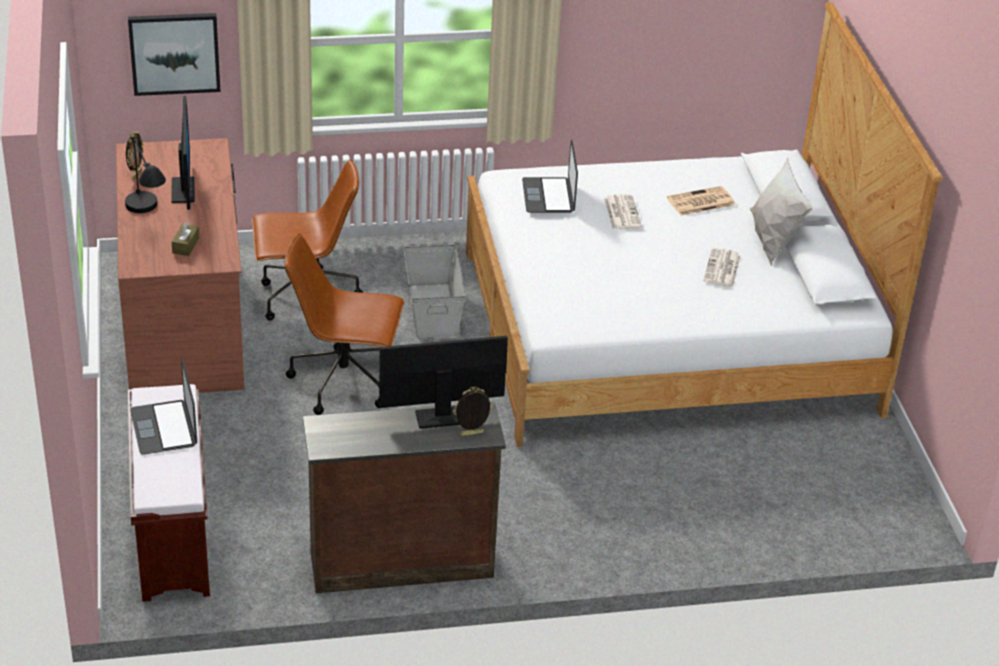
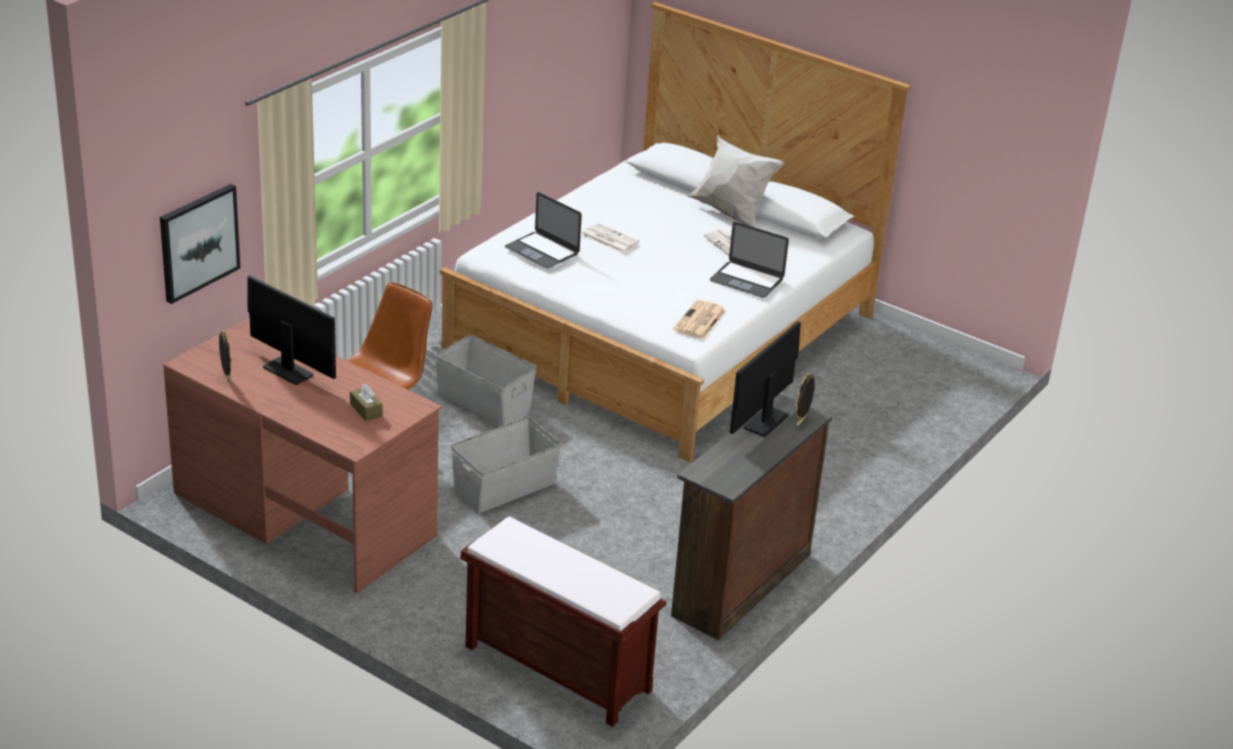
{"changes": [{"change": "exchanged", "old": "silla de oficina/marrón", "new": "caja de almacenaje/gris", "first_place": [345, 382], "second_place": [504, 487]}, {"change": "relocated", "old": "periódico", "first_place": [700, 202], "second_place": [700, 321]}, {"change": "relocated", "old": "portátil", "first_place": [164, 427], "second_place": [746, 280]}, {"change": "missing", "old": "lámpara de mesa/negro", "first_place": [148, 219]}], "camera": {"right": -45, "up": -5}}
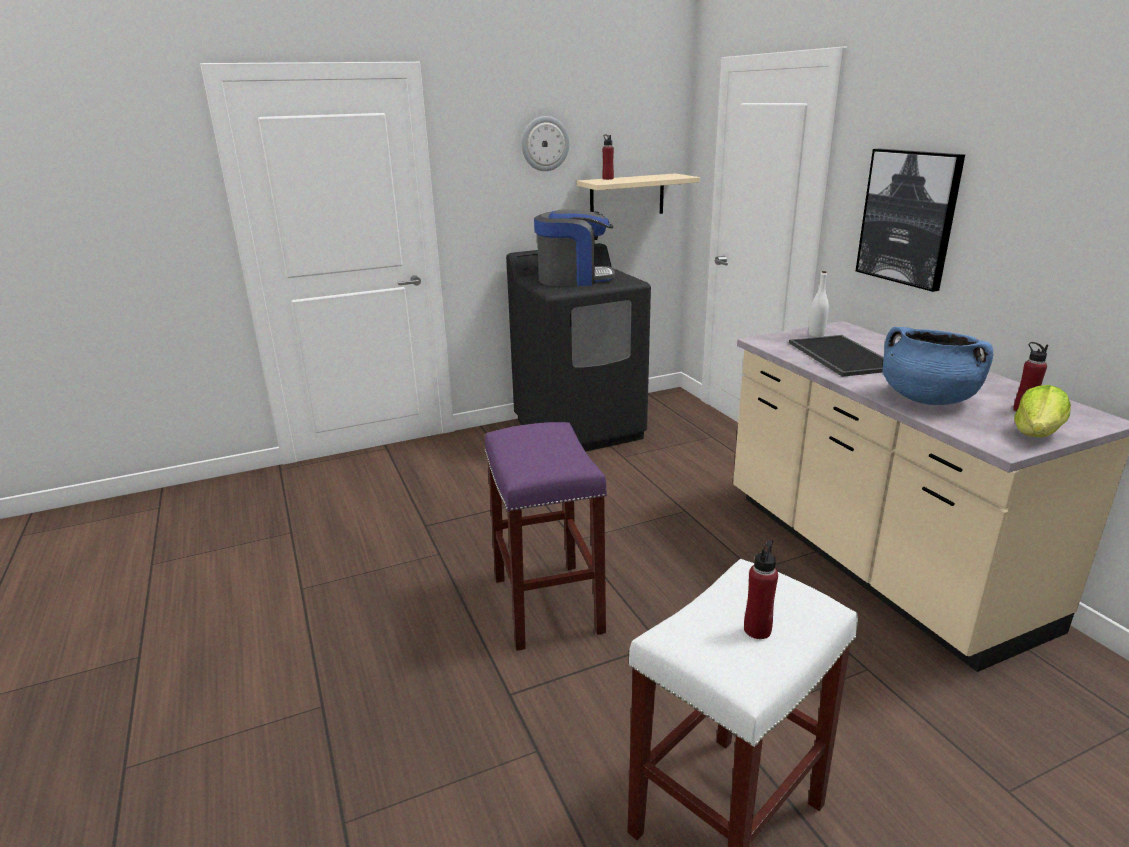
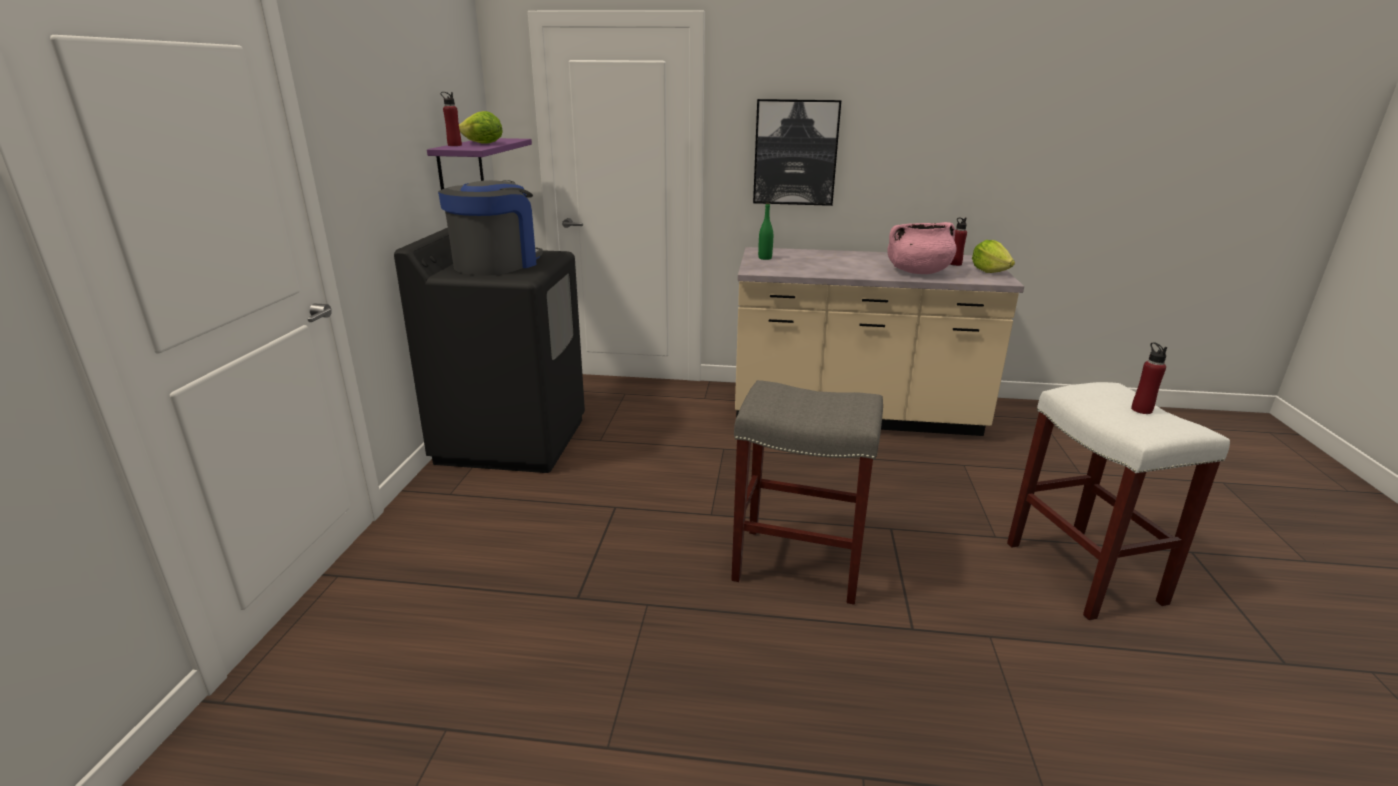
{"changes": [{"change": "colour", "old": "estante/beis", "new": "estante/morado", "first_place": [627, 196], "second_place": [460, 166]}, {"change": "appeared", "new": "lechuga", "second_place": [483, 144]}, {"change": "colour", "old": "taburete/morado", "new": "taburete/gris", "first_place": [548, 605], "second_place": [800, 564]}, {"change": "colour", "old": "botella/blanco", "new": "botella/verde", "first_place": [816, 334], "second_place": [765, 258]}, {"change": "colour", "old": "olla/azul", "new": "olla/rosa", "first_place": [927, 399], "second_place": [918, 272]}, {"change": "missing", "old": "reloj de pared", "first_place": [544, 143]}, {"change": "missing", "old": "bandeja", "first_place": [839, 355]}], "camera": {"right": -60, "up": 0}}
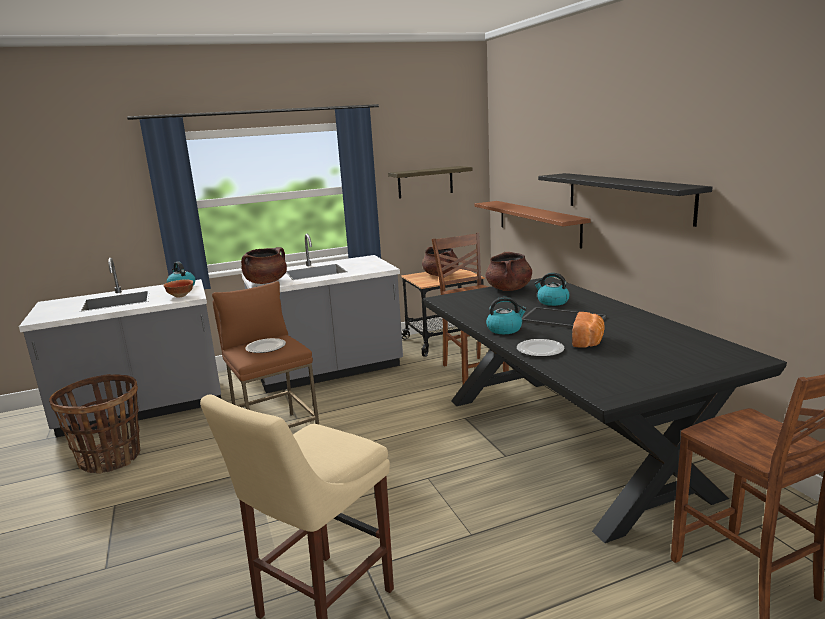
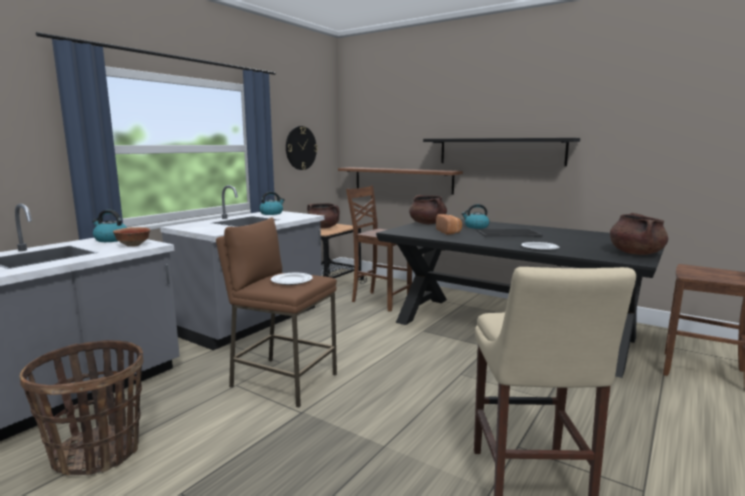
{"changes": [{"change": "relocated", "old": "hervidor", "first_place": [505, 329], "second_place": [271, 213]}, {"change": "exchanged", "old": "estante", "new": "reloj de pared", "first_place": [425, 182], "second_place": [300, 148]}, {"change": "relocated", "old": "pan", "first_place": [589, 341], "second_place": [449, 232]}, {"change": "relocated", "old": "olla/marrón", "first_place": [266, 282], "second_place": [635, 253]}], "camera": {"right": -35, "up": -5}}
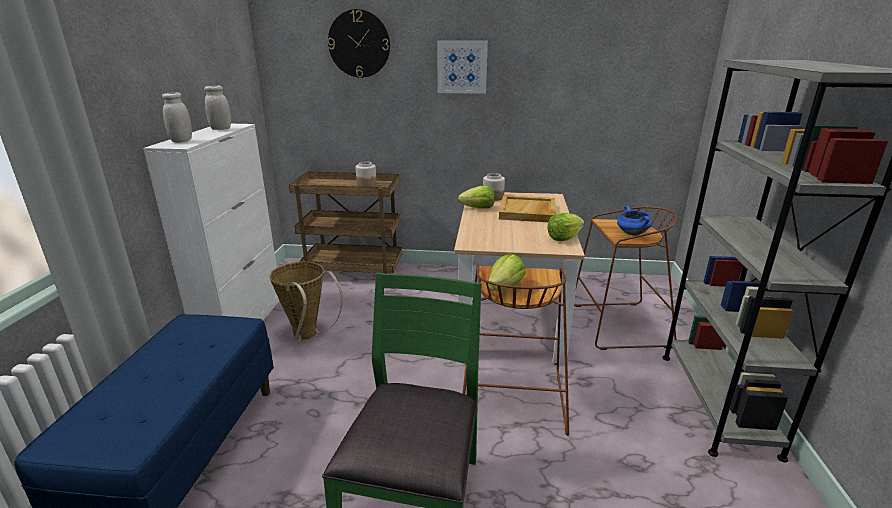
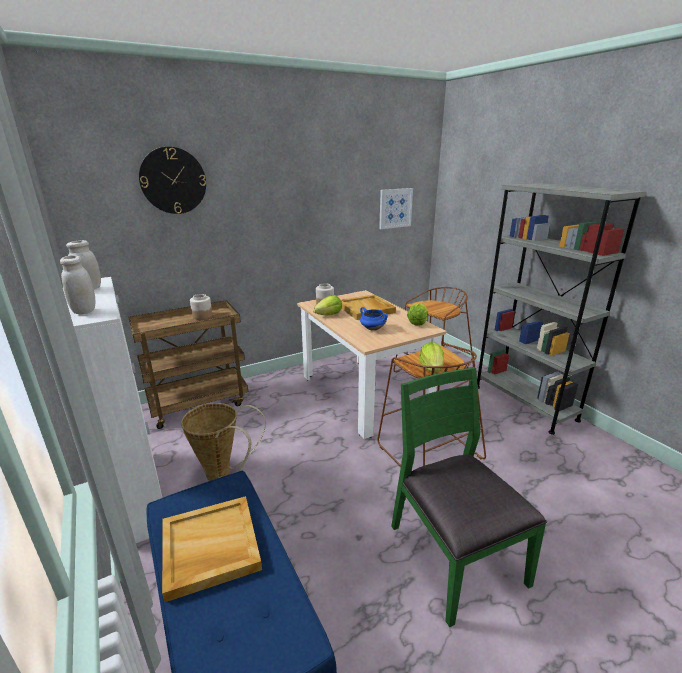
{"changes": [{"change": "appeared", "new": "bandeja/beis", "second_place": [209, 548]}, {"change": "relocated", "old": "olla/azul", "first_place": [631, 233], "second_place": [372, 329]}, {"change": "relocated", "old": "cuadro", "first_place": [462, 67], "second_place": [395, 208]}], "camera": {"right": -35, "up": 0}}
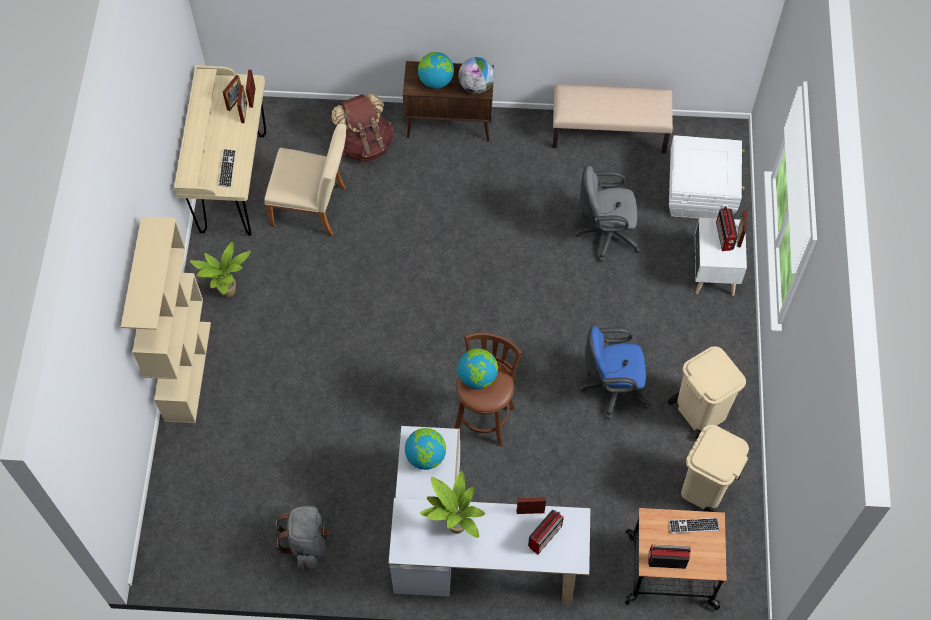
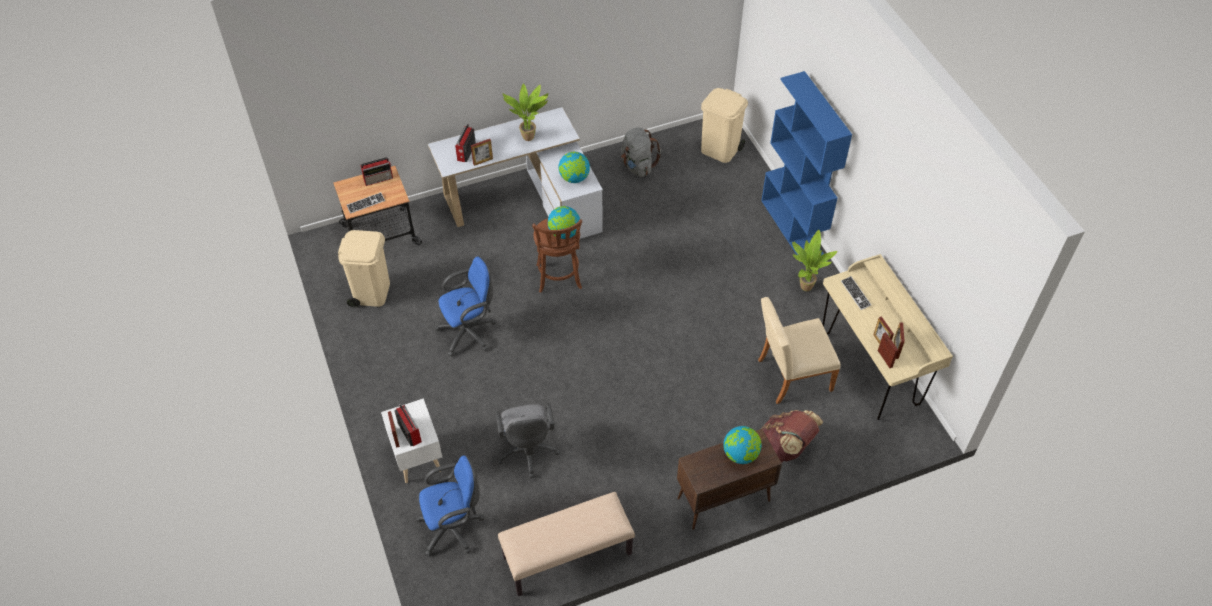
{"changes": [{"change": "exchanged", "old": "caja de almacenaje/blanco", "new": "silla de oficina/azul", "first_place": [700, 194], "second_place": [454, 527]}, {"change": "spun", "old": "silla de oficina/gris", "first_place": [605, 234], "second_place": [527, 453], "degrees": 105}, {"change": "relocated", "old": "papelera/beis", "first_place": [700, 410], "second_place": [720, 150]}, {"change": "colour", "old": "estantería/beis", "new": "estantería/azul", "first_place": [187, 370], "second_place": [792, 228]}, {"change": "missing", "old": "globo terráqueo", "first_place": [476, 86]}], "camera": {"right": 155, "up": -10}}
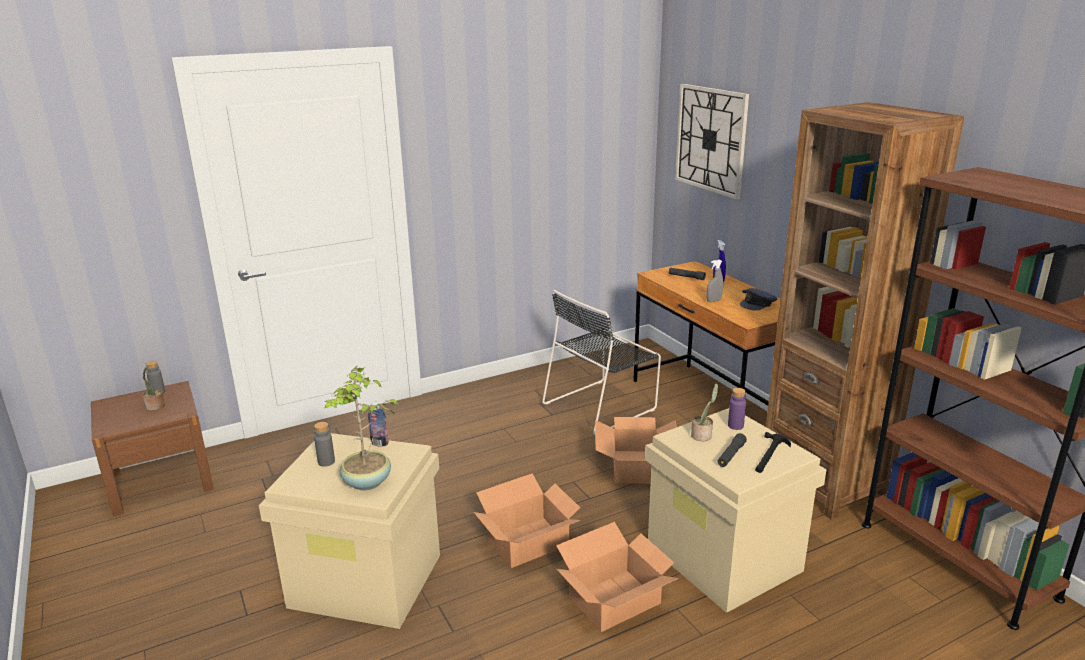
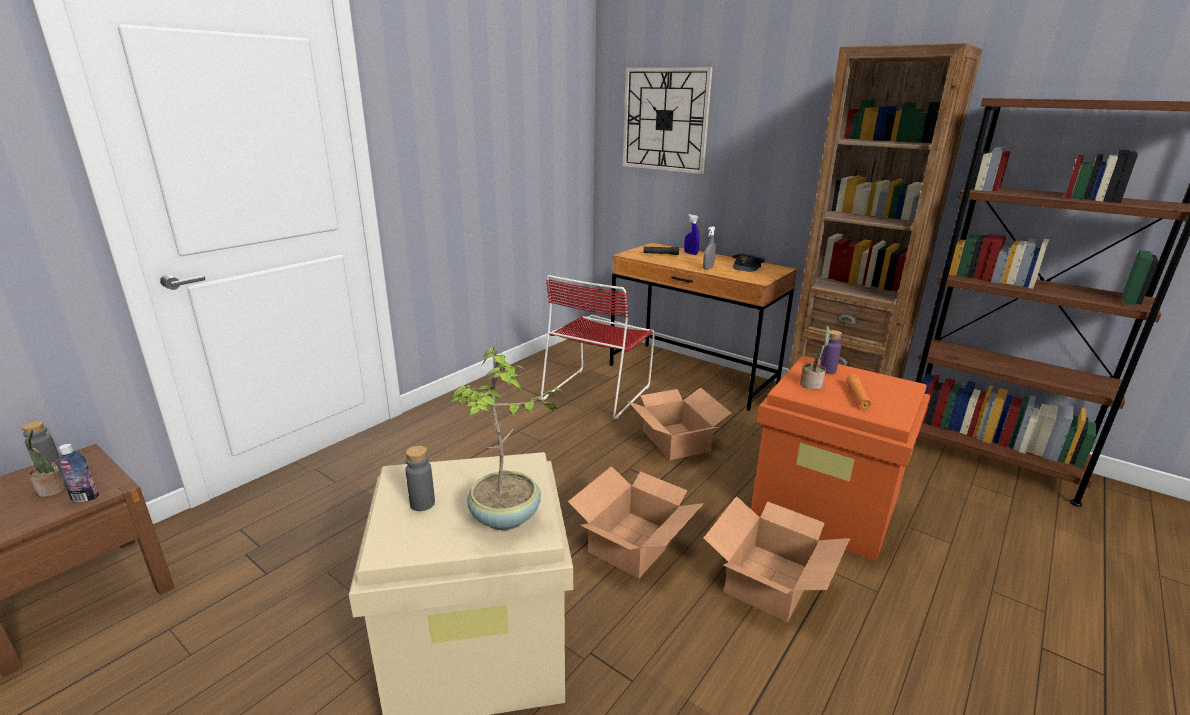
{"changes": [{"change": "relocated", "old": "botella", "first_place": [379, 443], "second_place": [85, 498]}, {"change": "colour", "old": "silla/negro", "new": "silla/rojo", "first_place": [602, 405], "second_place": [598, 391]}, {"change": "colour", "old": "caja de almacenaje/beis", "new": "caja de almacenaje/naranja", "first_place": [725, 558], "second_place": [826, 507]}, {"change": "colour", "old": "linterna/negro", "new": "linterna/naranja", "first_place": [731, 455], "second_place": [857, 397]}, {"change": "missing", "old": "martillo", "first_place": [769, 455]}], "camera": {"right": -25, "up": 0}}
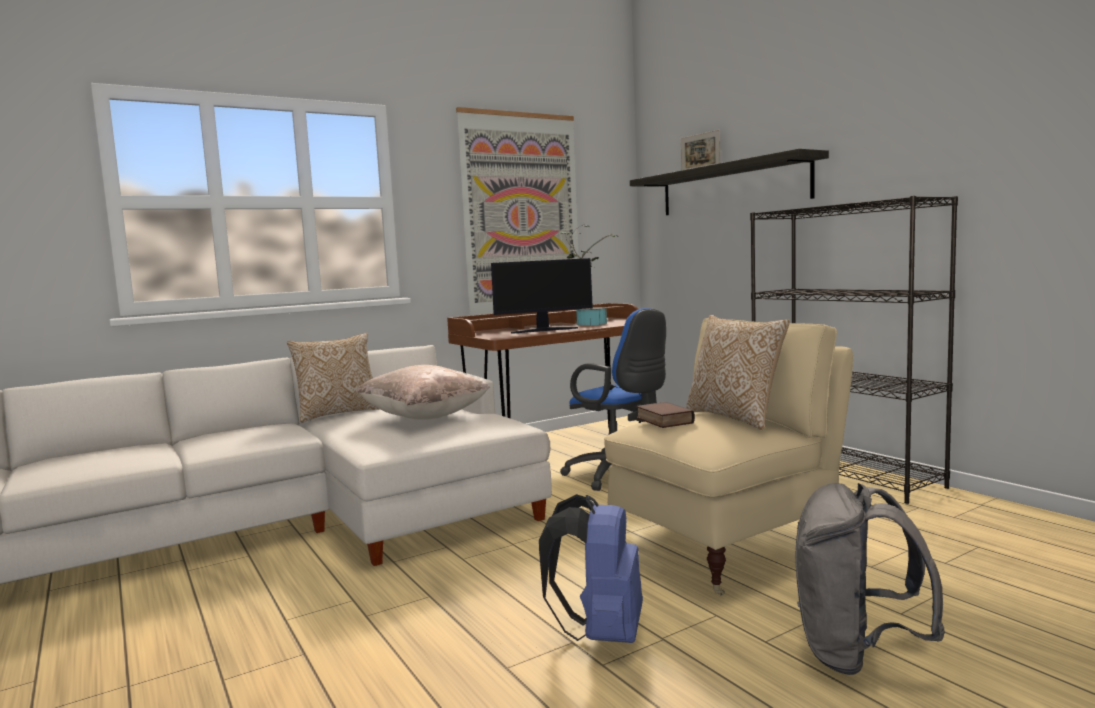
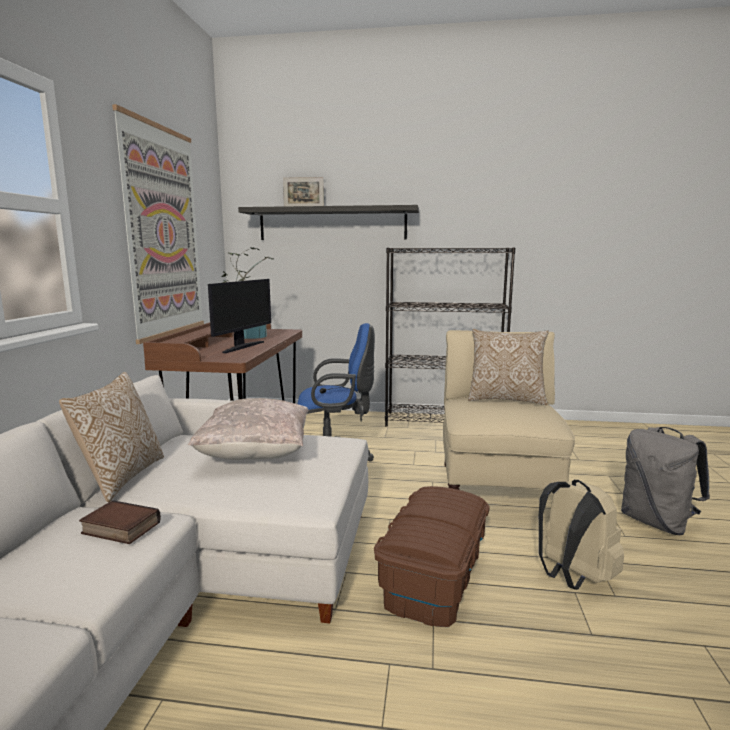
{"changes": [{"change": "relocated", "old": "libro", "first_place": [662, 420], "second_place": [119, 528]}, {"change": "appeared", "new": "caja de almacenaje/marrón", "second_place": [433, 578]}, {"change": "colour", "old": "mochila/azul", "new": "mochila/beis", "first_place": [601, 633], "second_place": [572, 577]}], "camera": {"right": -50, "up": 5}}
